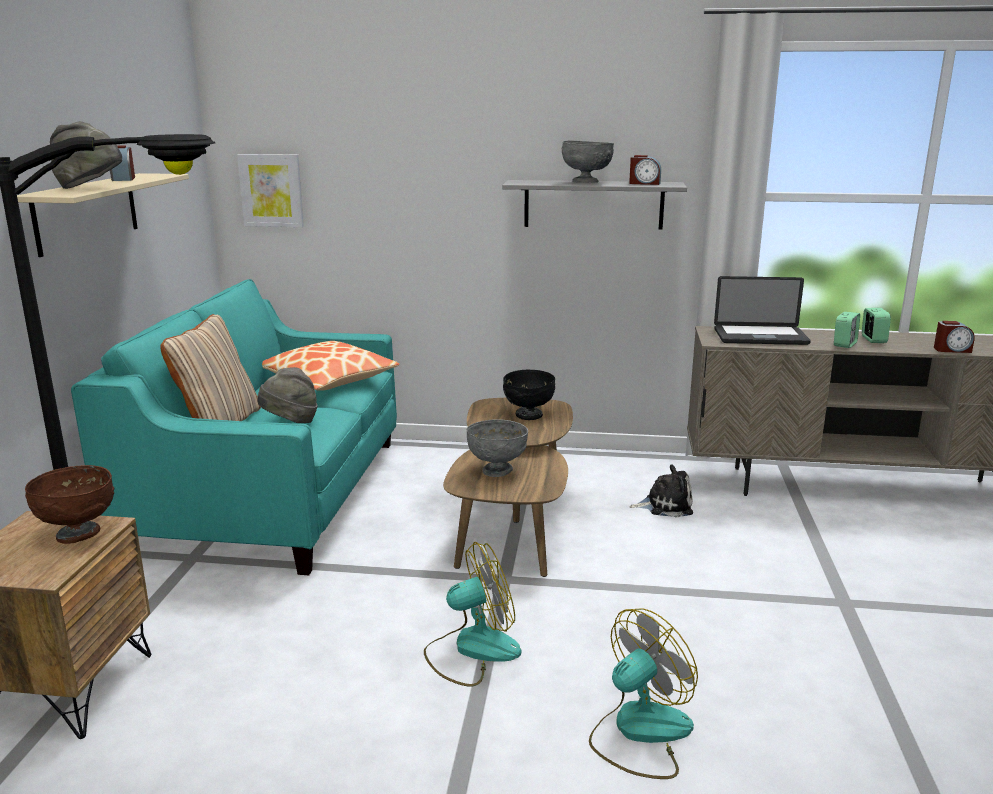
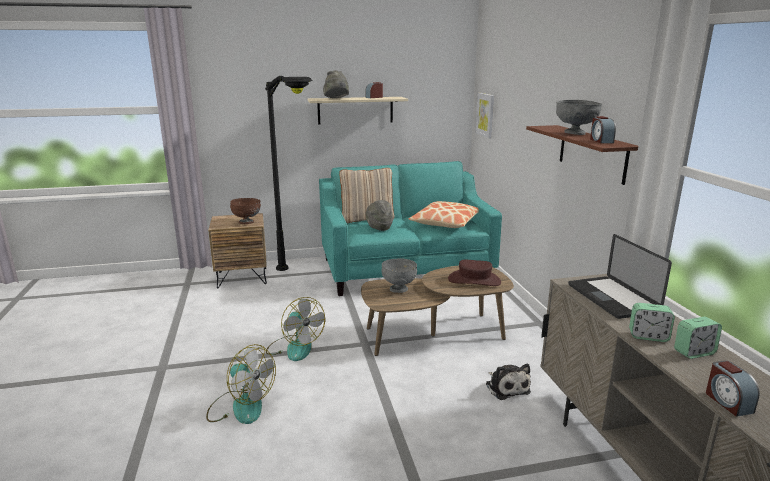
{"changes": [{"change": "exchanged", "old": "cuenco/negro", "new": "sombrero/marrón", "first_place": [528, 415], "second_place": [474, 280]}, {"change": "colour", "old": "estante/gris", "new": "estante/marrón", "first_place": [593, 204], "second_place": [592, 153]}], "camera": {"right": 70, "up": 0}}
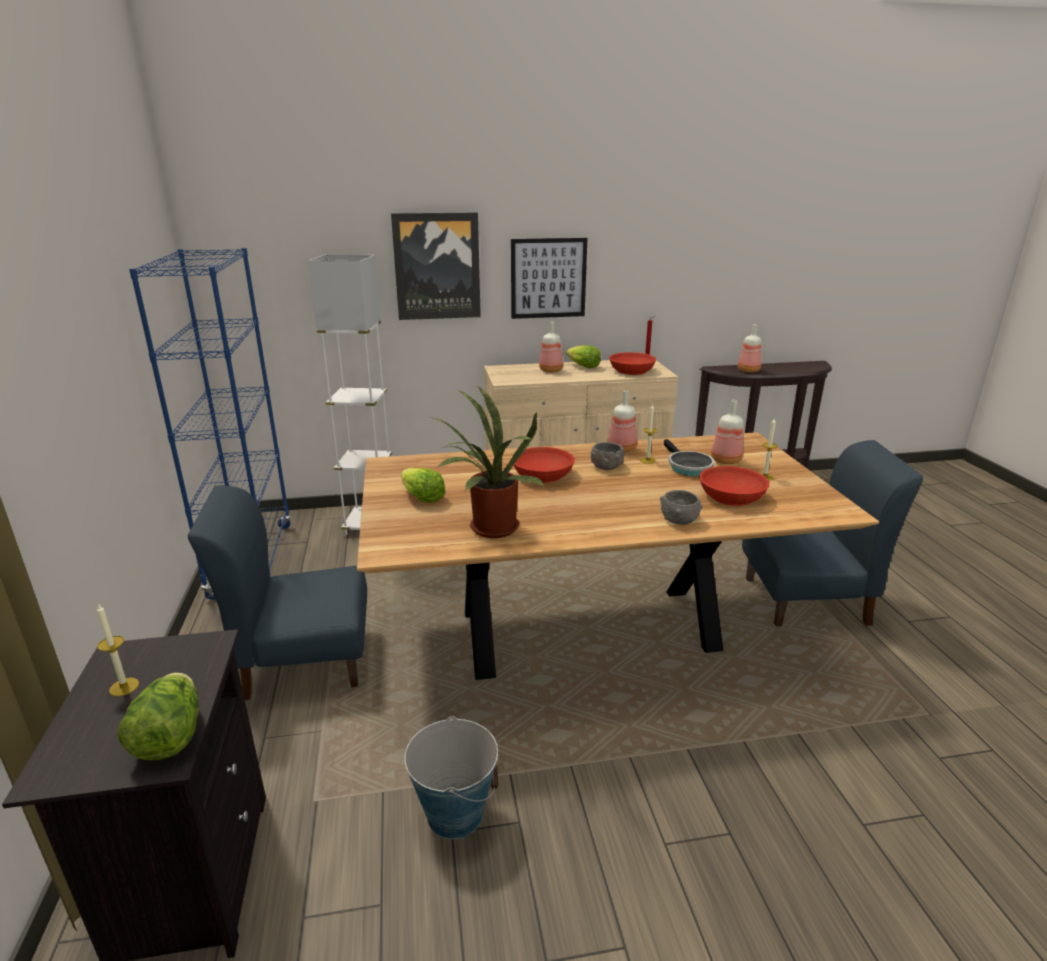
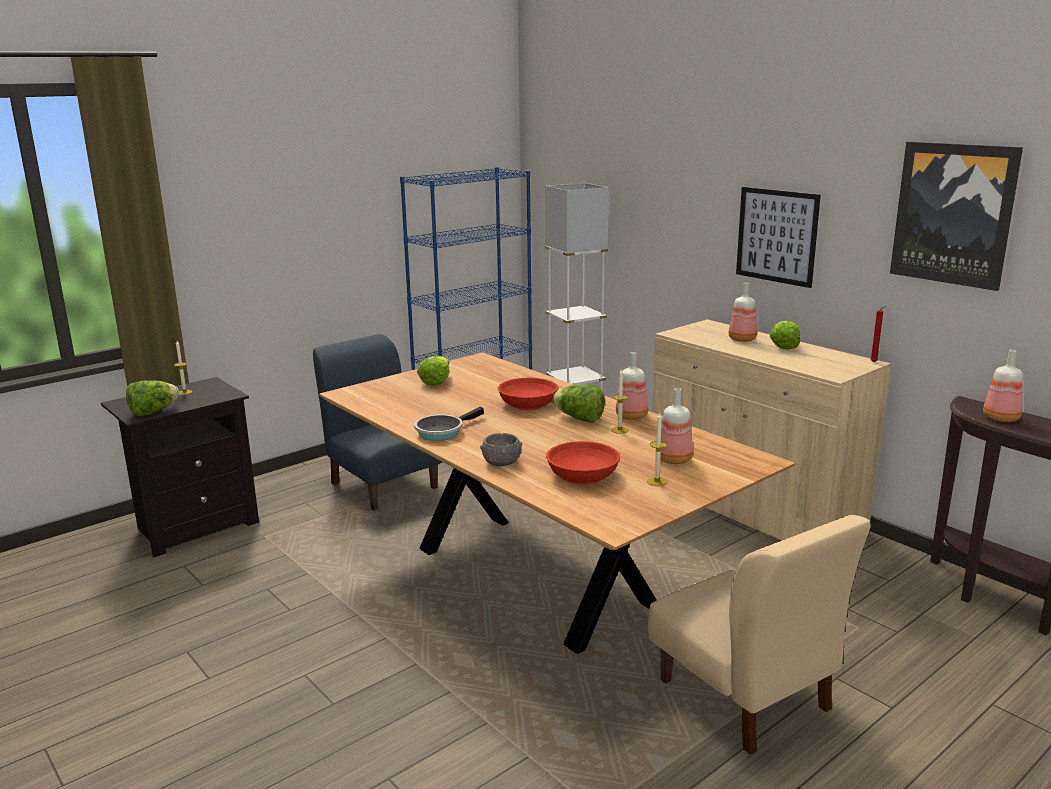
{"changes": [{"change": "relocated", "old": "sartén", "first_place": [687, 467], "second_place": [442, 431]}, {"change": "exchanged", "old": "cuenco/gris", "new": "lechuga", "first_place": [606, 466], "second_place": [579, 419]}, {"change": "colour", "old": "silla/azul", "new": "silla/beis", "first_place": [807, 601], "second_place": [744, 695]}, {"change": "relocated", "old": "cuadro", "first_place": [437, 266], "second_place": [953, 214]}, {"change": "missing", "old": "cubo", "first_place": [455, 814]}, {"change": "missing", "old": "planta en maceta", "first_place": [489, 529]}, {"change": "missing", "old": "cuenco/rojo", "first_place": [631, 370]}], "camera": {"right": 60, "up": -5}}
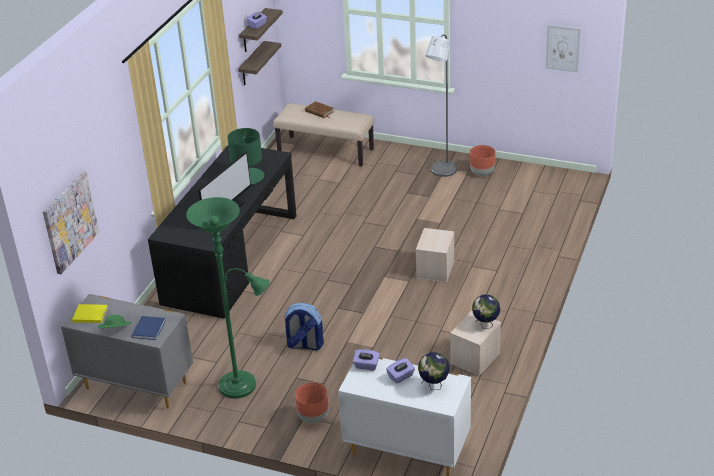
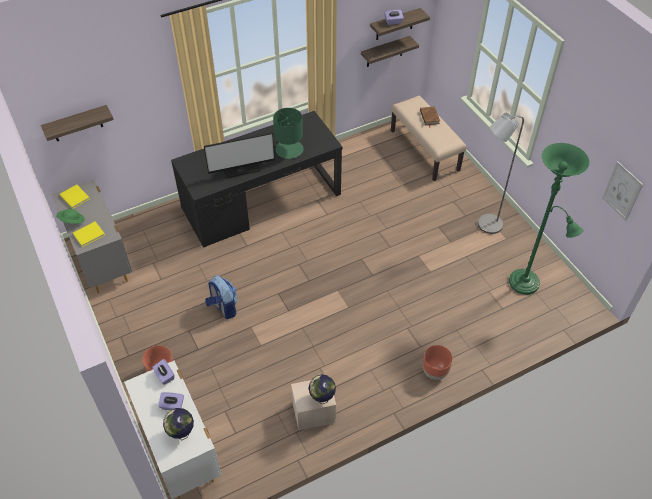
{"changes": [{"change": "exchanged", "old": "cuadro", "new": "estante", "first_place": [70, 222], "second_place": [77, 124]}, {"change": "colour", "old": "libro/azul", "new": "libro/amarillo", "first_place": [149, 328], "second_place": [90, 234]}, {"change": "relocated", "old": "maceta/marrón", "first_place": [482, 173], "second_place": [435, 372]}, {"change": "relocated", "old": "lámpara de pie/verde", "first_place": [242, 385], "second_place": [527, 285]}, {"change": "missing", "old": "caja de almacenaje/beis", "first_place": [435, 270]}], "camera": {"right": 40, "up": 15}}
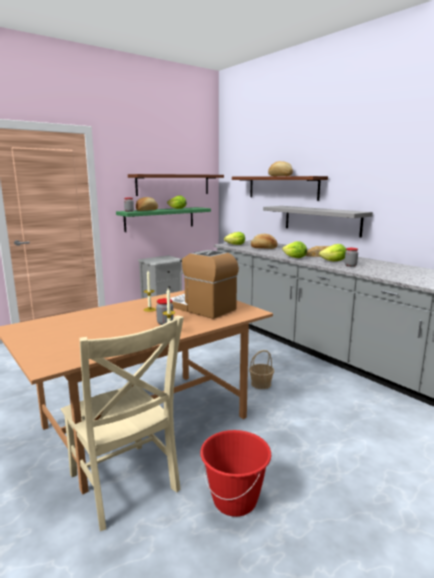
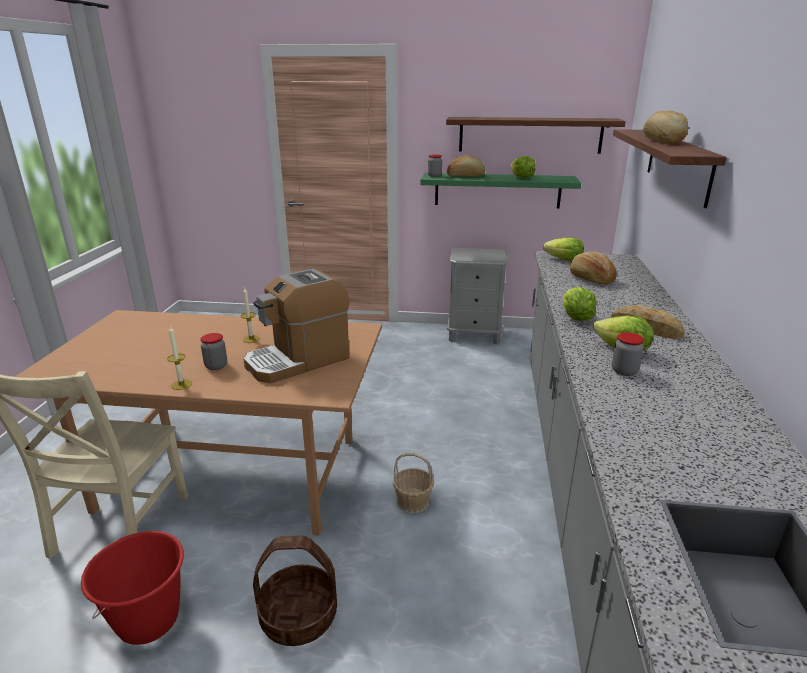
{"changes": [{"change": "spun", "old": "cafetera", "first_place": [202, 308], "second_place": [298, 360], "degrees": -120}, {"change": "appeared", "new": "cesta", "second_place": [298, 617]}, {"change": "missing", "old": "estante/gris", "first_place": [321, 220]}], "camera": {"right": 45, "up": 10}}
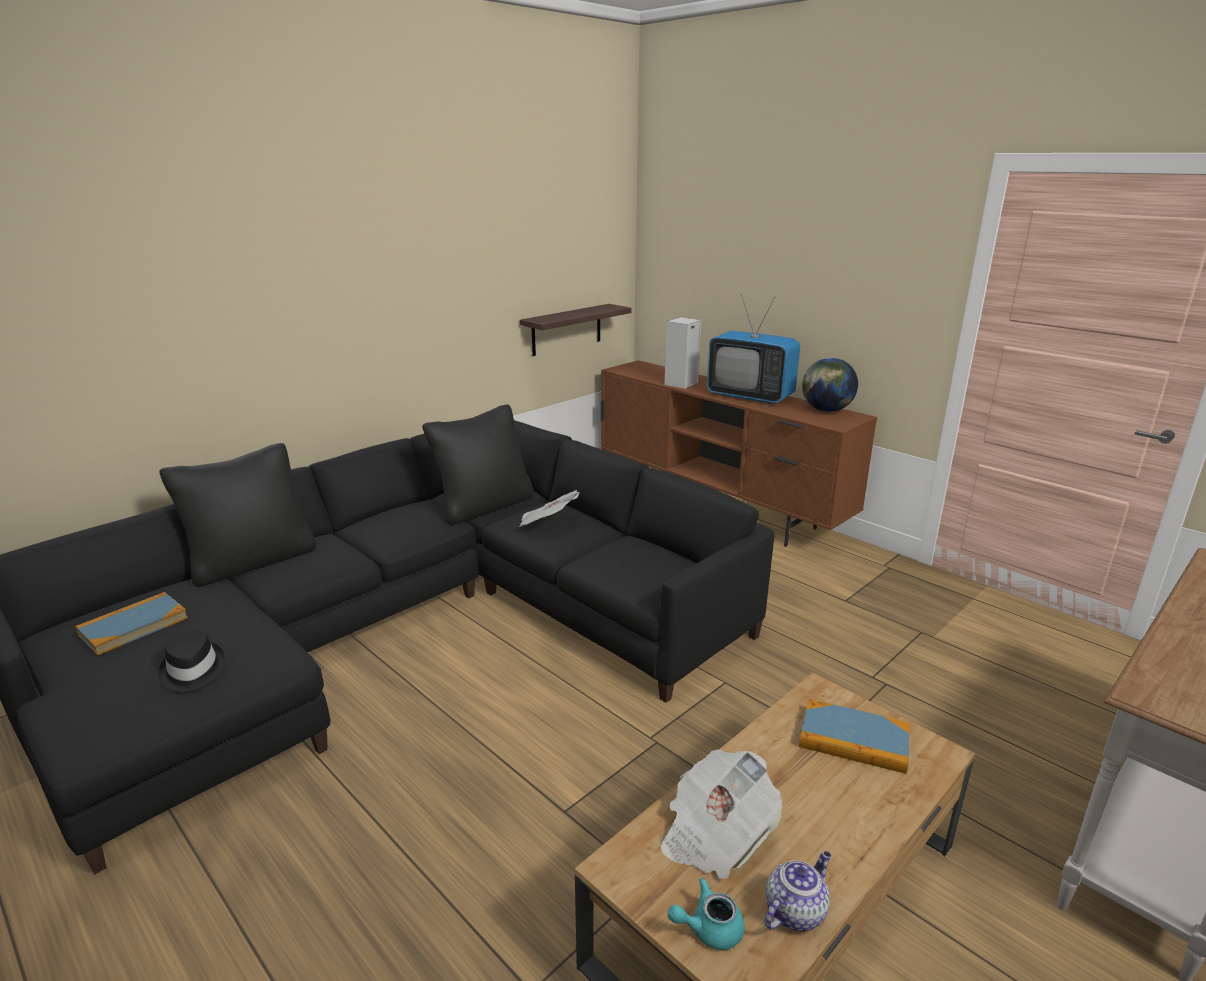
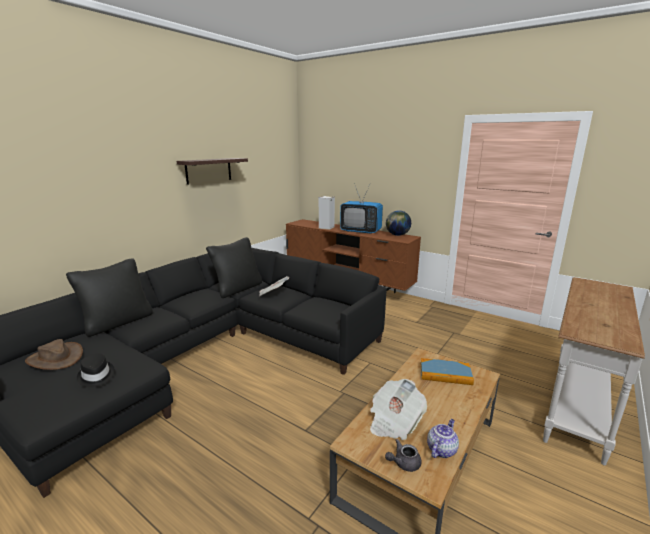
{"changes": [{"change": "exchanged", "old": "libro", "new": "sombrero/marrón", "first_place": [133, 626], "second_place": [55, 358]}, {"change": "relocated", "old": "estante", "first_place": [566, 329], "second_place": [208, 170]}, {"change": "colour", "old": "tetera/turquesa", "new": "tetera/gris", "first_place": [708, 929], "second_place": [403, 463]}], "camera": {"right": -10, "up": -5}}
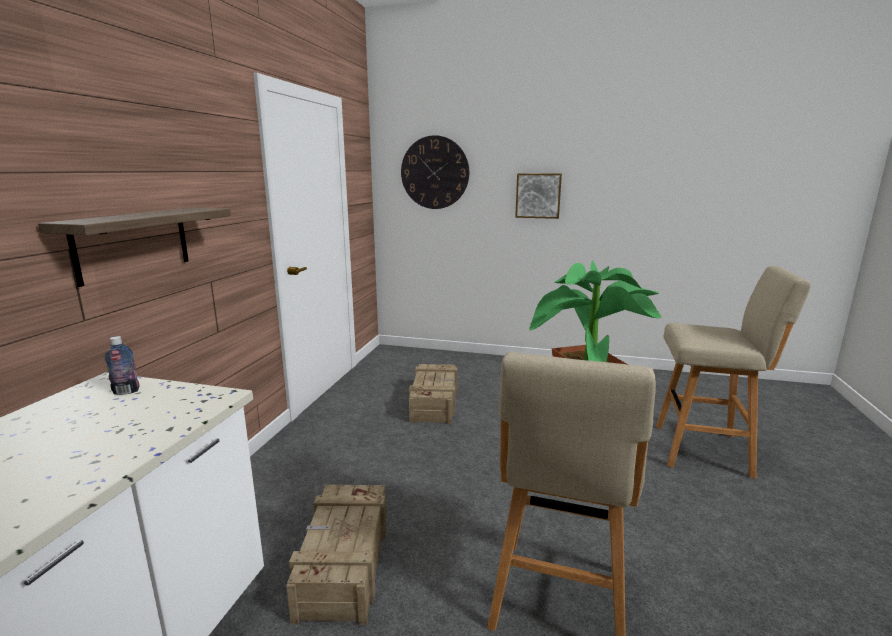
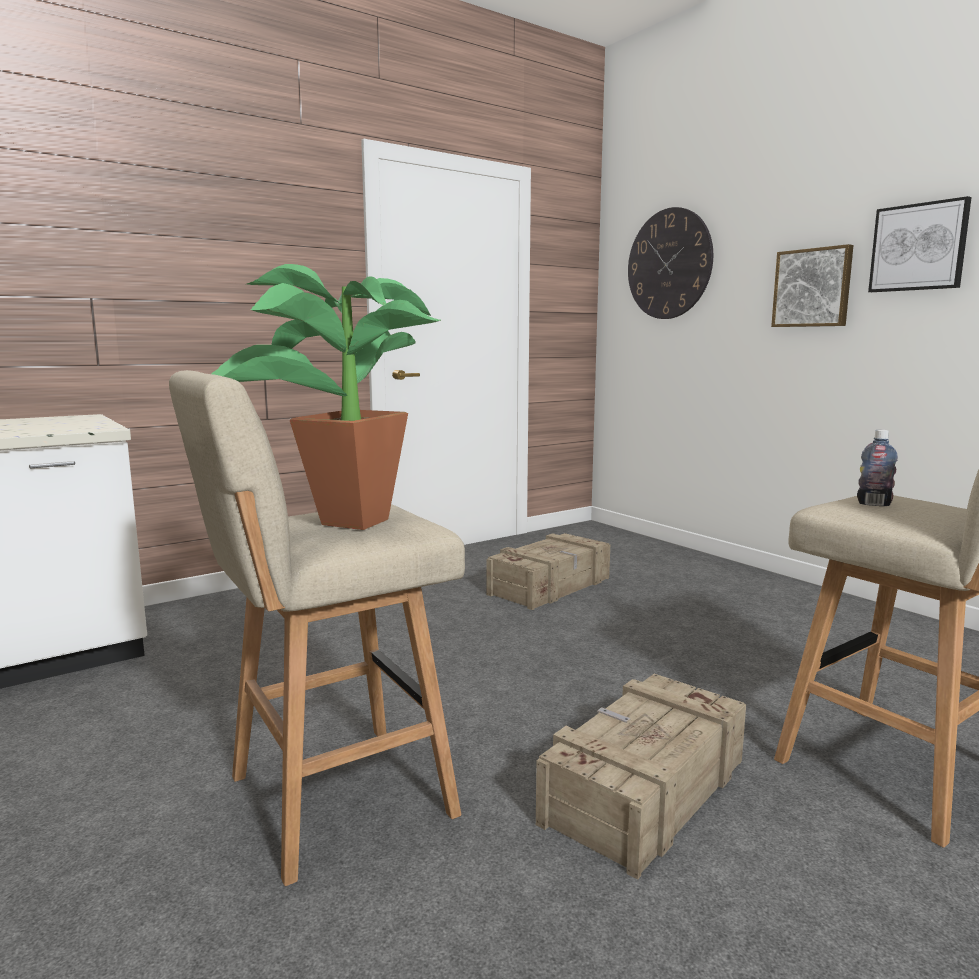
{"changes": [{"change": "relocated", "old": "caja de embalaje", "first_place": [343, 564], "second_place": [643, 791]}, {"change": "relocated", "old": "botella", "first_place": [126, 391], "second_place": [874, 504]}, {"change": "appeared", "new": "cuadro", "second_place": [918, 247]}, {"change": "missing", "old": "estante", "first_place": [133, 243]}], "camera": {"right": 40, "up": -5}}
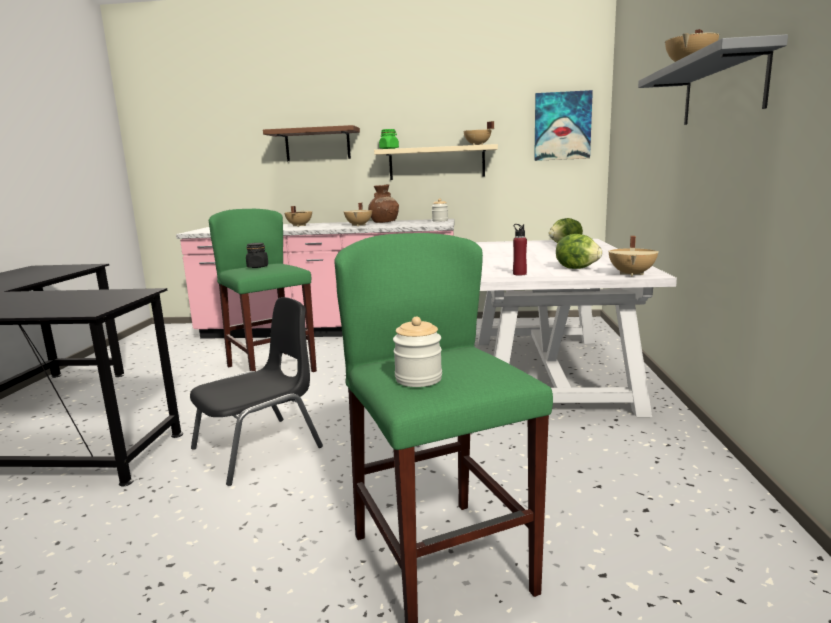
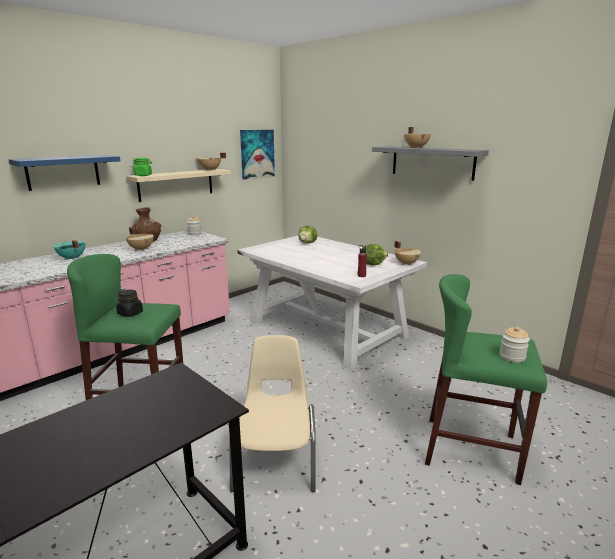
{"changes": [{"change": "colour", "old": "estante/marrón", "new": "estante/azul", "first_place": [317, 145], "second_place": [63, 172]}, {"change": "colour", "old": "olla/beis", "new": "olla/turquesa", "first_place": [299, 226], "second_place": [71, 258]}, {"change": "colour", "old": "silla/negro", "new": "silla/beis", "first_place": [259, 448], "second_place": [276, 459]}], "camera": {"right": -50, "up": 5}}
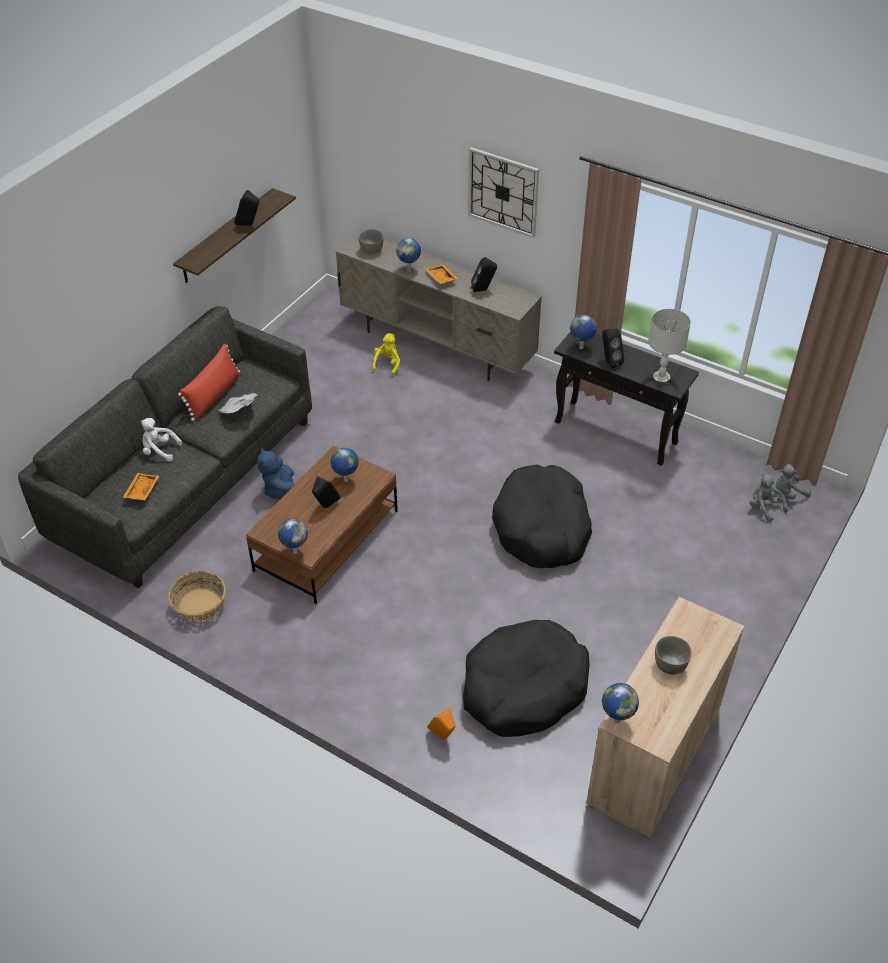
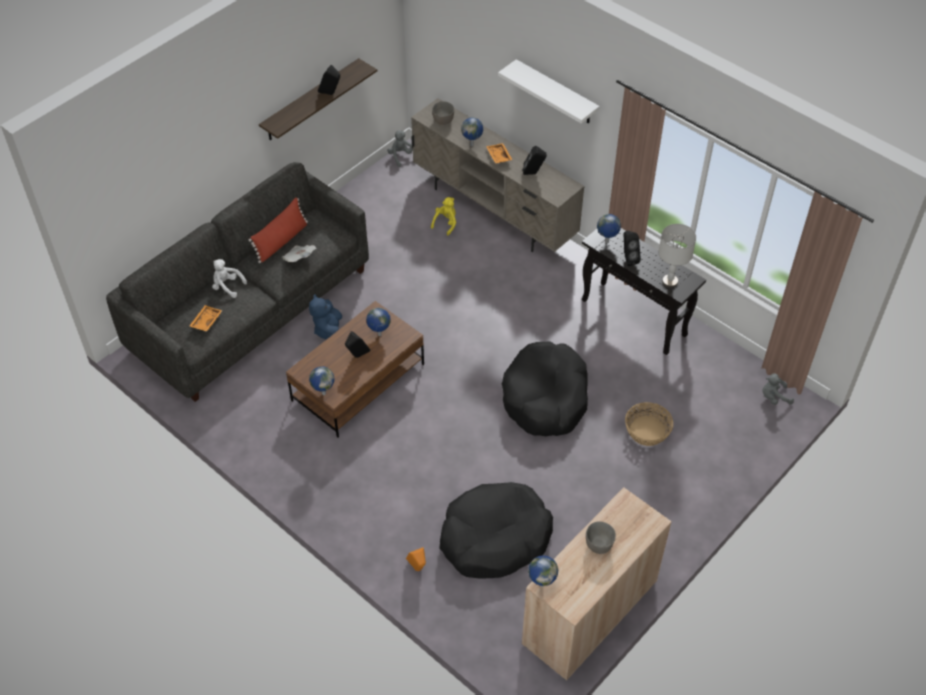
{"changes": [{"change": "relocated", "old": "peluche/gris", "first_place": [764, 507], "second_place": [401, 156]}, {"change": "exchanged", "old": "reloj de pared", "new": "estante/blanco", "first_place": [503, 192], "second_place": [556, 93]}, {"change": "relocated", "old": "cesta", "first_place": [200, 605], "second_place": [647, 431]}], "camera": {"right": 10, "up": 5}}
